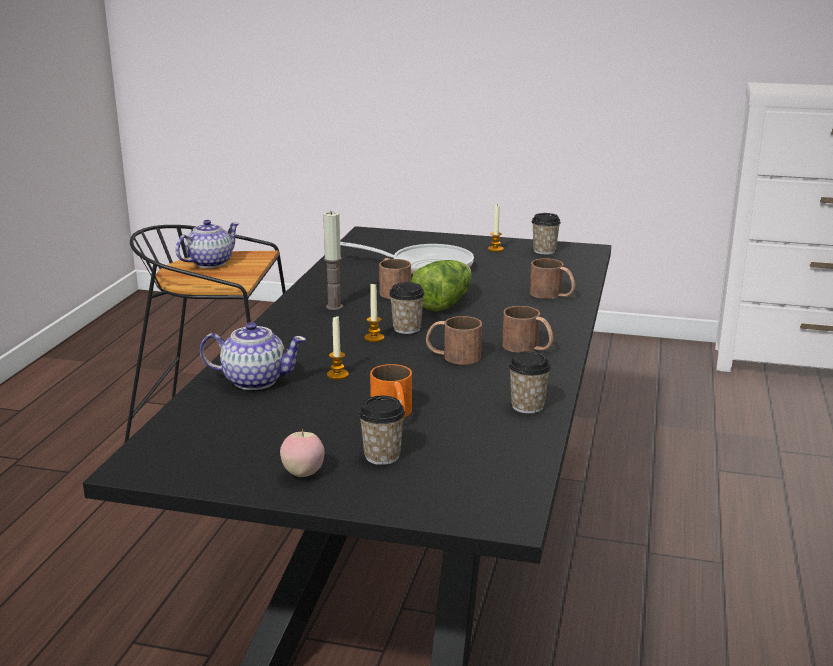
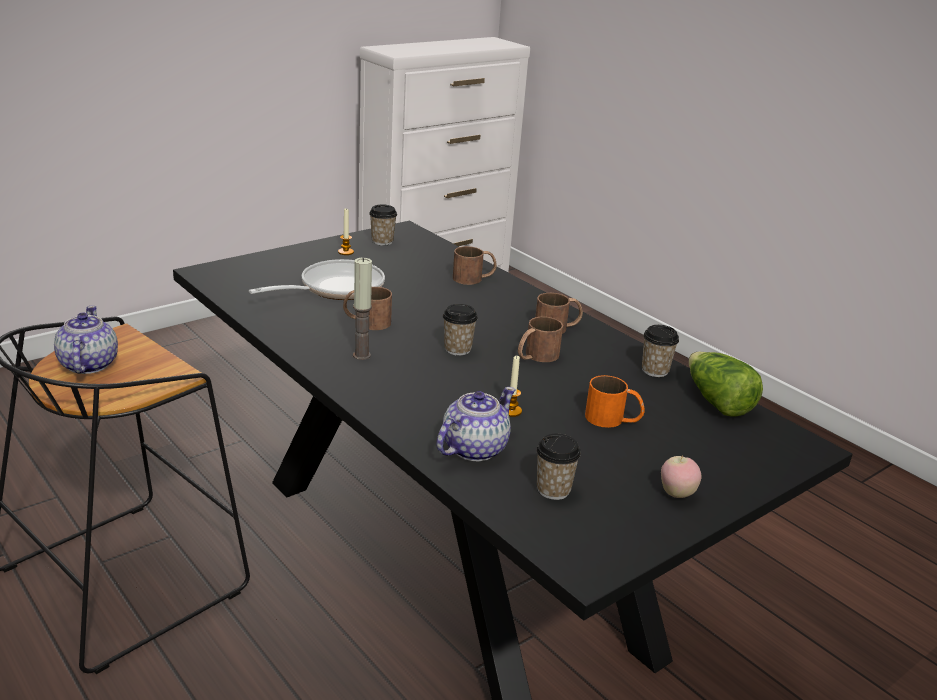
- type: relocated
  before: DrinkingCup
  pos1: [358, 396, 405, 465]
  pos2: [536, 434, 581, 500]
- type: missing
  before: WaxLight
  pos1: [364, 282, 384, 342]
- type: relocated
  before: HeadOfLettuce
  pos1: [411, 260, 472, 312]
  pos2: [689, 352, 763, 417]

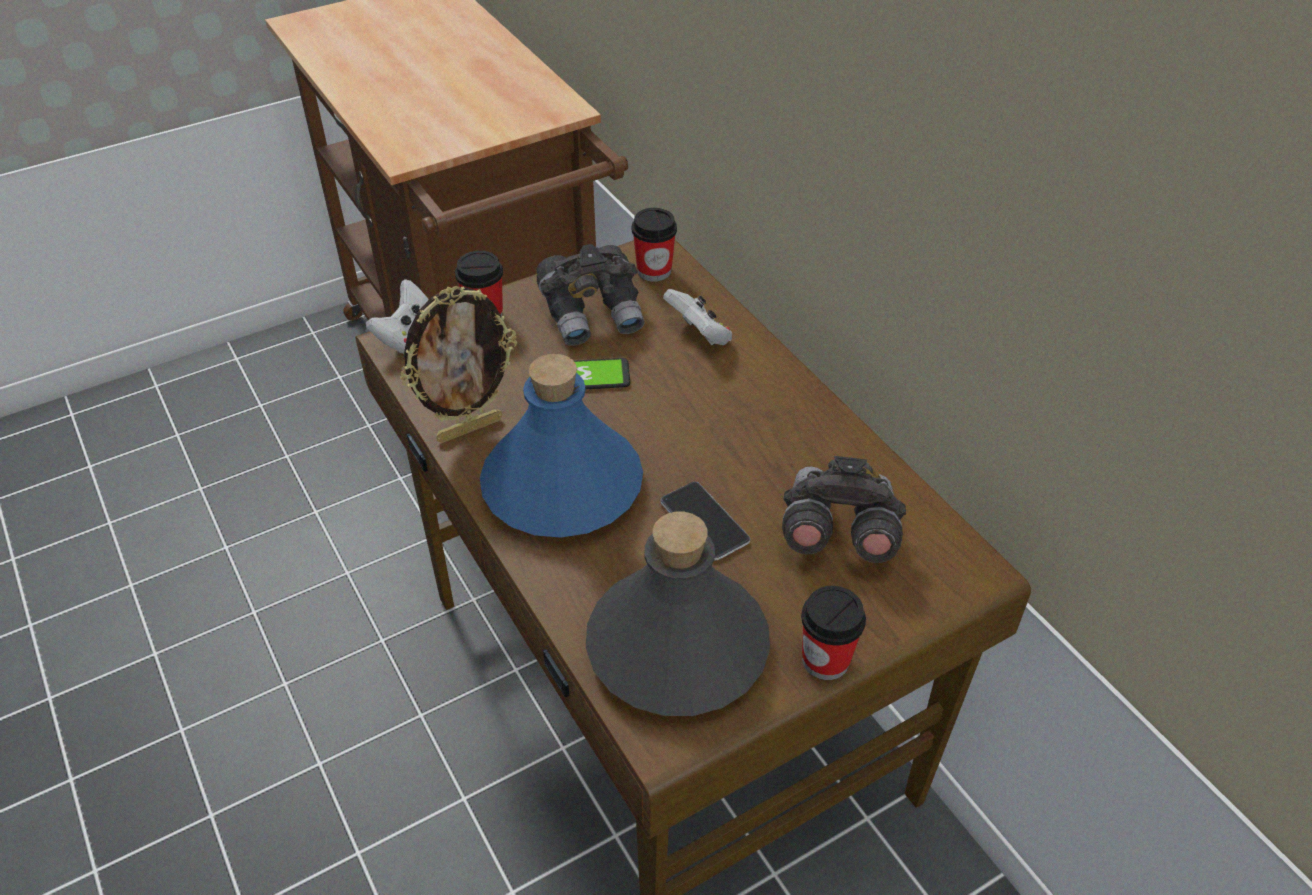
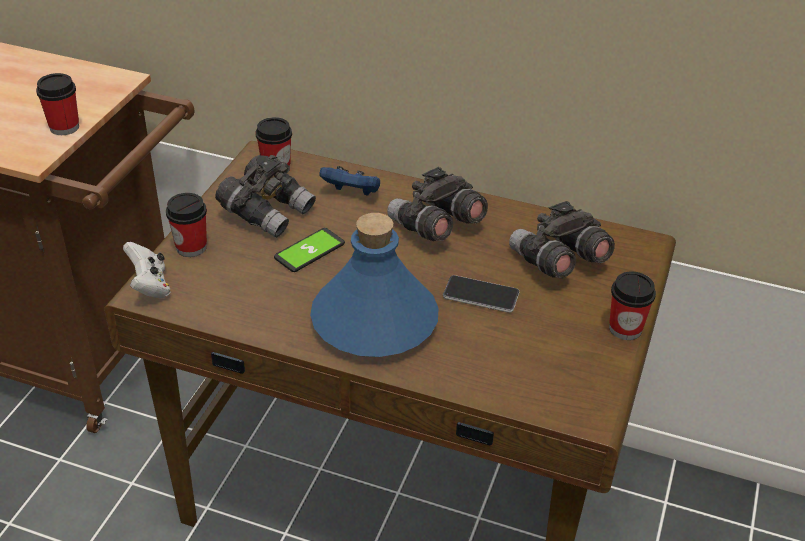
- type: missing
  before: StandingFrame
  pos1: [400, 286, 517, 443]
- type: missing
  before: GrayBeverageBottle
  pos1: [586, 512, 770, 716]
- type: colour
  before: WhitishGameController
  after: BlueGameController
  pos1: [663, 289, 733, 345]
  pos2: [320, 166, 380, 196]
- type: appeared
  after: DrinkingCup
  pos2: [36, 73, 79, 135]
- type: appeared
  after: GrayBinoculars
  pos2: [387, 167, 488, 241]

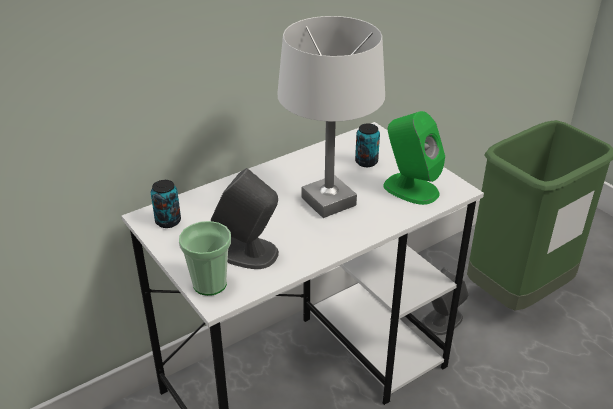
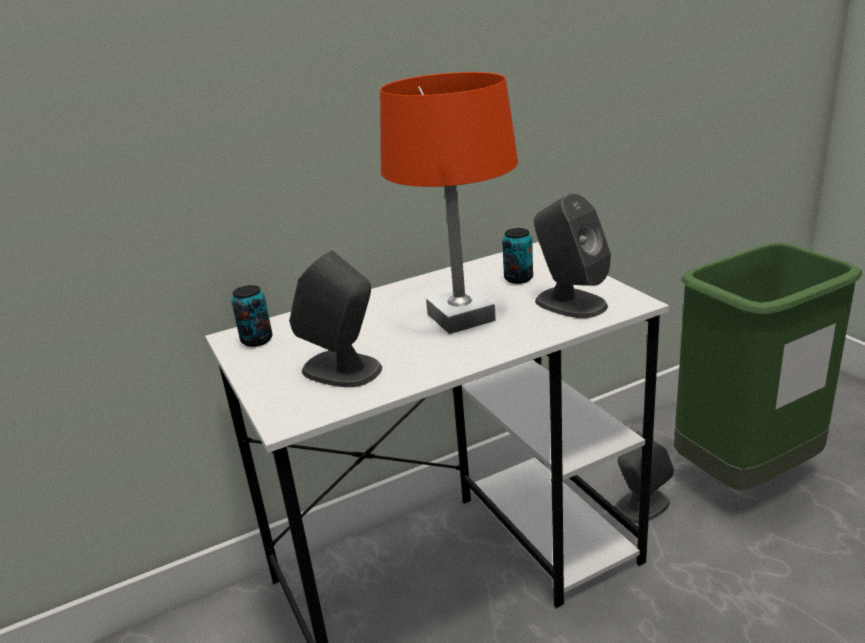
- type: missing
  before: DrinkingCup
  pos1: [179, 221, 231, 296]
- type: colour
  before: WhitishTableLamp
  after: OrangeTableLamp
  pos1: [277, 16, 385, 218]
  pos2: [380, 72, 518, 334]
- type: colour
  before: GreenColouredAudioSpeaker
  after: GrayAudioSpeaker
  pos1: [383, 111, 445, 205]
  pos2: [534, 193, 611, 318]

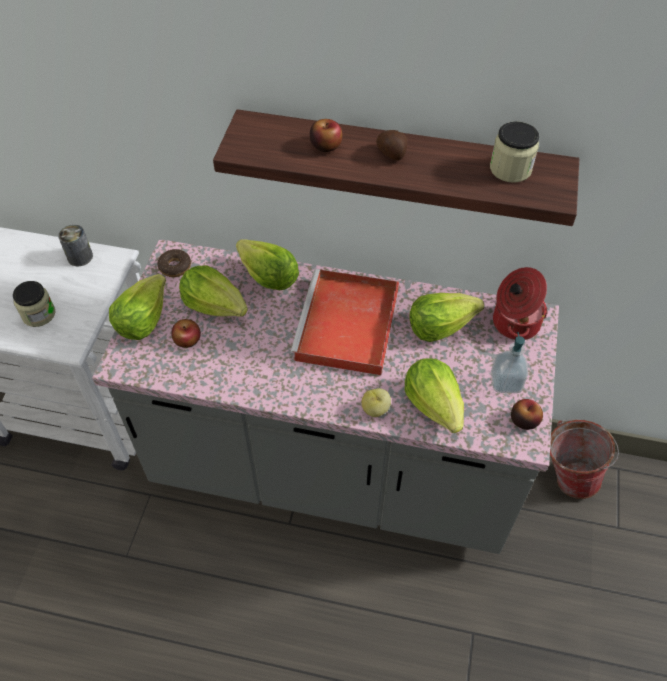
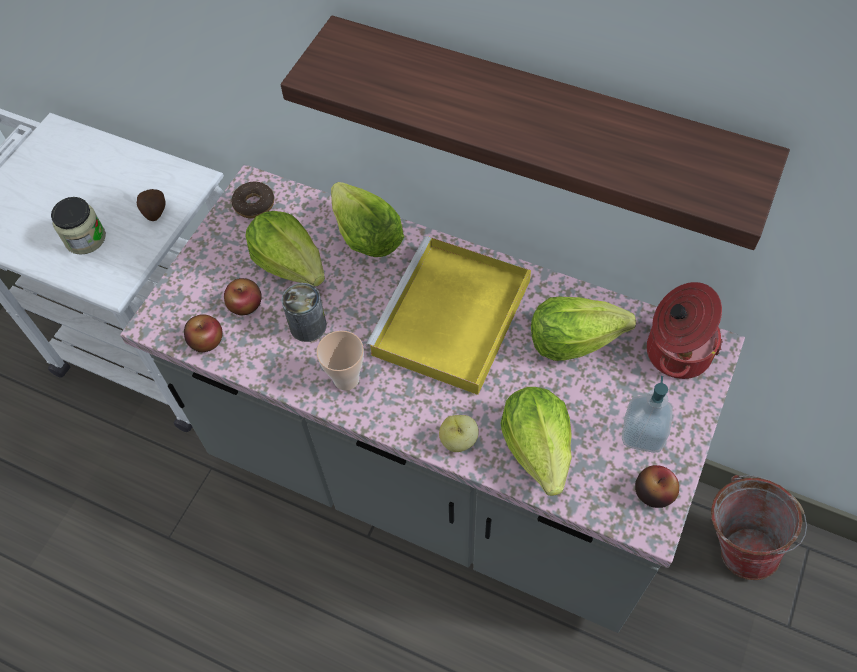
- type: relocated
  before: MetalCan
  pos1: [58, 224, 93, 266]
  pos2: [282, 283, 327, 342]
- type: missing
  before: HeadOfLettuce
  pos1: [109, 274, 166, 340]
- type: colour
  before: RedColouredCarryingTray
  after: YellowCarryingTray
  pos1: [290, 269, 399, 375]
  pos2: [366, 236, 531, 395]
- type: relocated
  before: AppleFruit
  pos1: [310, 119, 342, 152]
  pos2: [184, 314, 223, 352]
- type: relocated
  before: Potato
  pos1: [376, 130, 407, 160]
  pos2: [137, 189, 166, 221]
- type: missing
  before: StorageJar
  pos1: [490, 121, 539, 183]
- type: appeared
  after: DrinkingCup
  pos2: [316, 331, 364, 391]

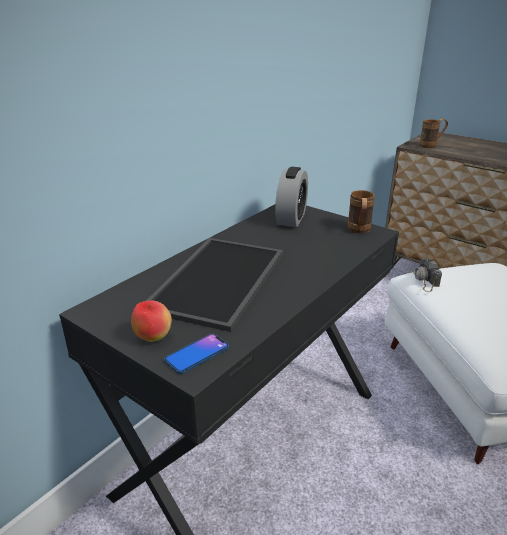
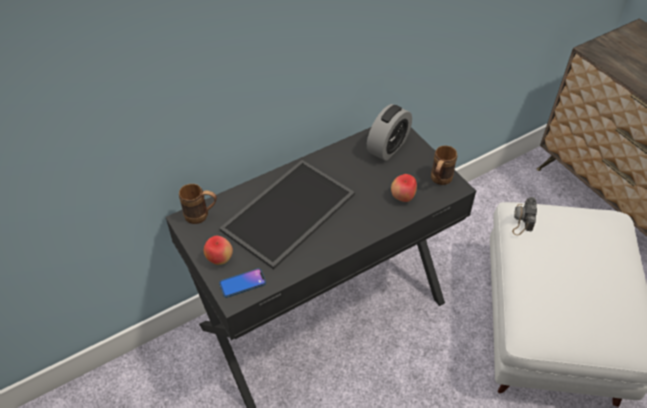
- type: relocated
  before: BrownishMug
  pos1: [420, 119, 448, 148]
  pos2: [179, 184, 217, 224]
- type: appeared
  after: AppleFruit
  pos2: [391, 174, 417, 202]

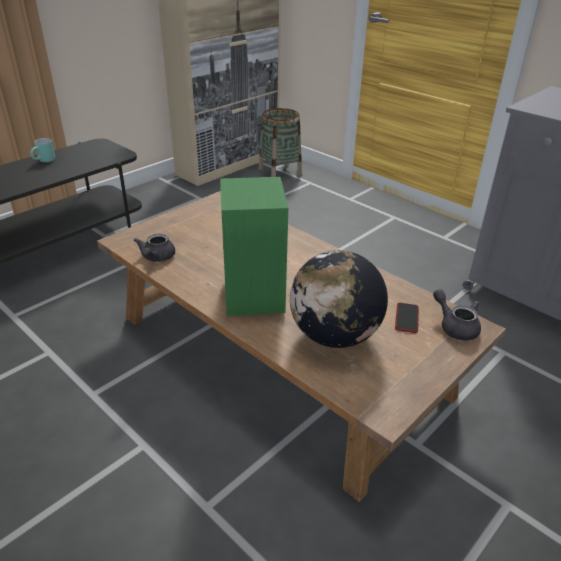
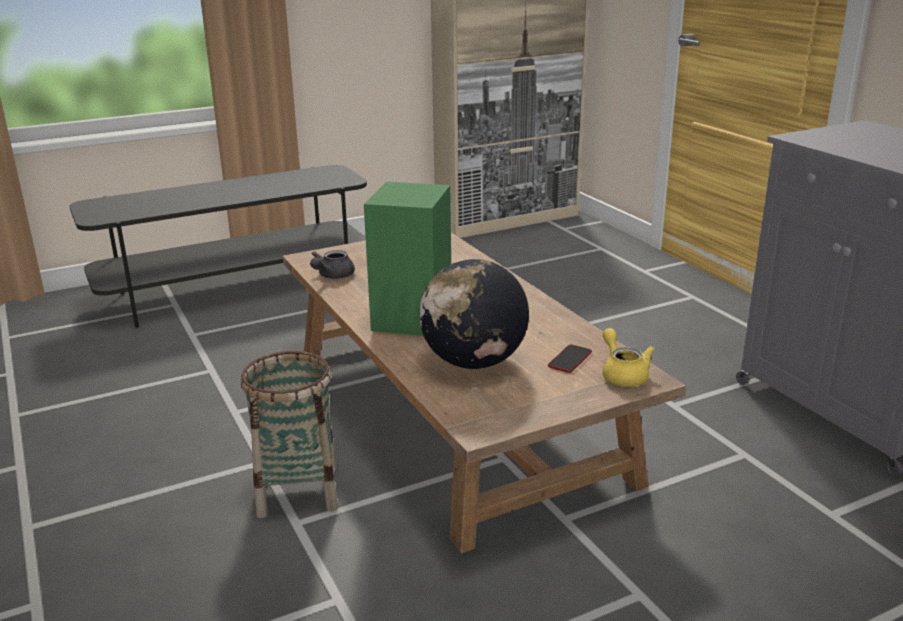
- type: missing
  before: TurquoiseMug
  pos1: [30, 138, 55, 162]
- type: relocated
  before: HouseholdBasket
  pos1: [259, 108, 302, 177]
  pos2: [241, 351, 338, 518]
- type: colour
  before: GrayTeaPot
  after: YellowTeaPot
  pos1: [433, 289, 481, 341]
  pos2: [602, 328, 655, 387]

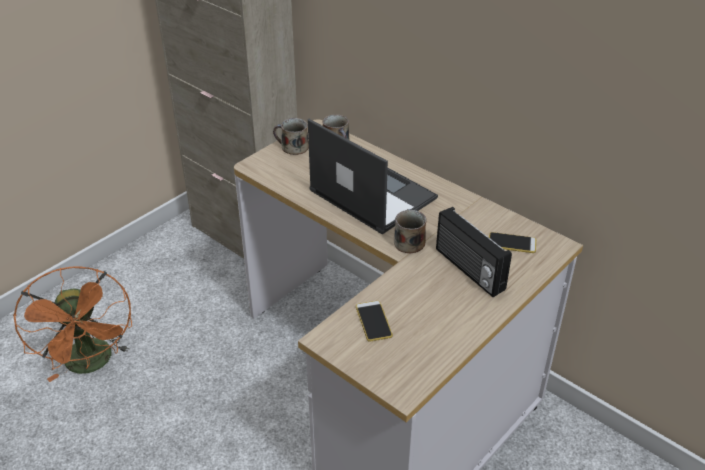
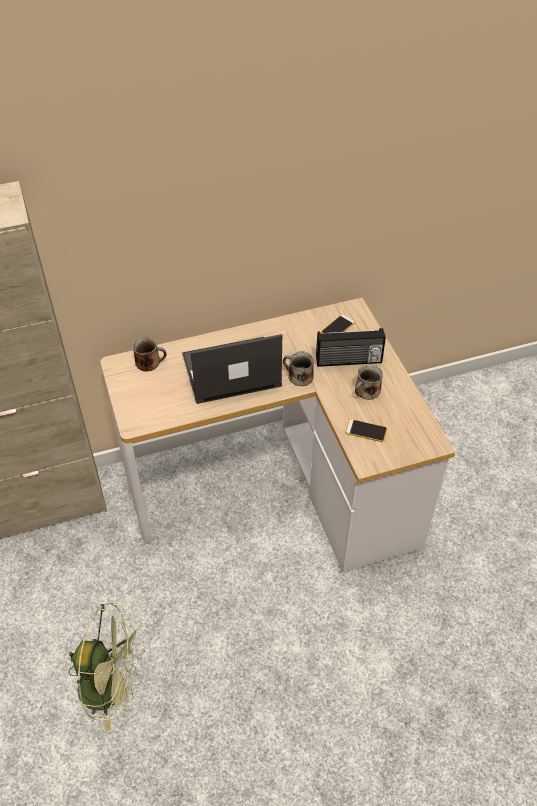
- type: colour
  before: OrangeFan
  after: GreenColouredFan
  pos1: [14, 266, 132, 382]
  pos2: [69, 603, 145, 731]
- type: relocated
  before: Mug
  pos1: [273, 118, 309, 155]
  pos2: [355, 365, 383, 400]

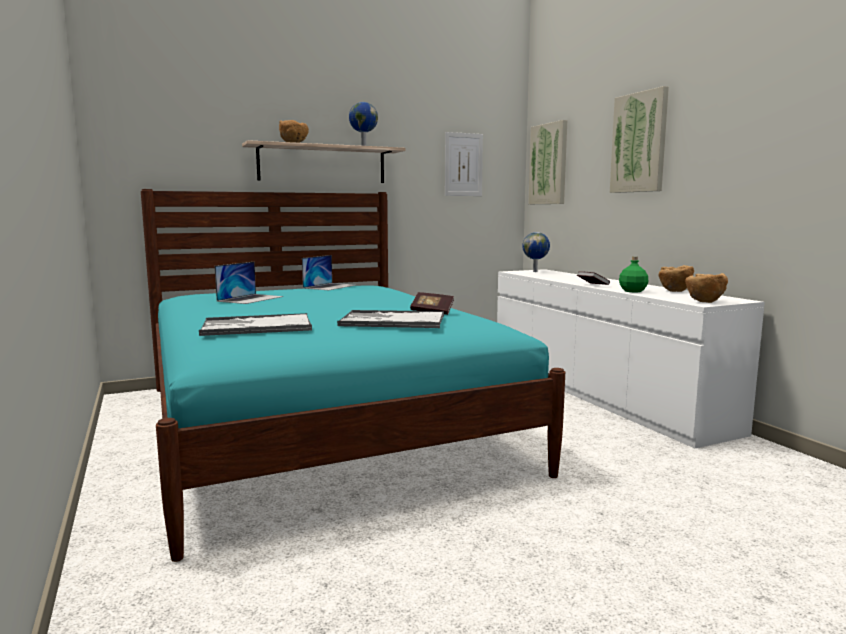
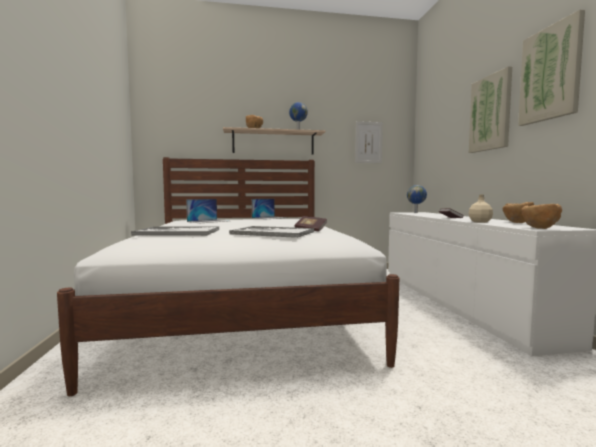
- type: colour
  before: TurquoiseSleepingBed
  after: WhitishSleepingBed
  pos1: [141, 189, 565, 562]
  pos2: [57, 157, 399, 396]
- type: relocated
  before: WallArt
  pos1: [528, 120, 567, 204]
  pos2: [518, 9, 585, 126]
- type: colour
  before: GreenColouredBeverageBottle
  after: BeigeBeverageBottle
  pos1: [619, 256, 648, 292]
  pos2: [469, 195, 493, 223]

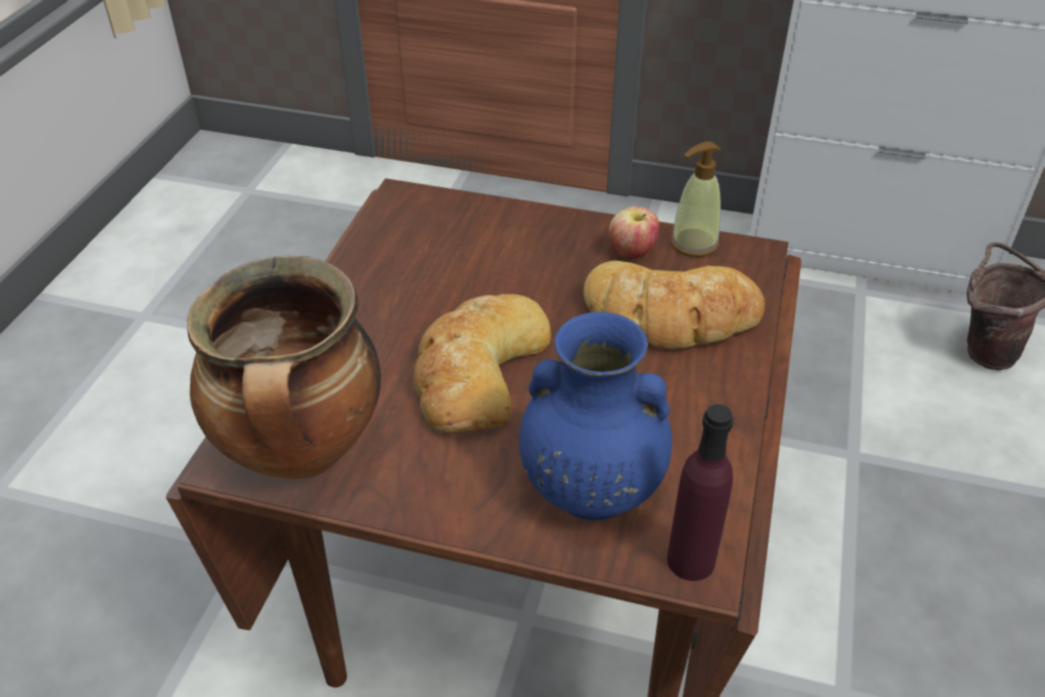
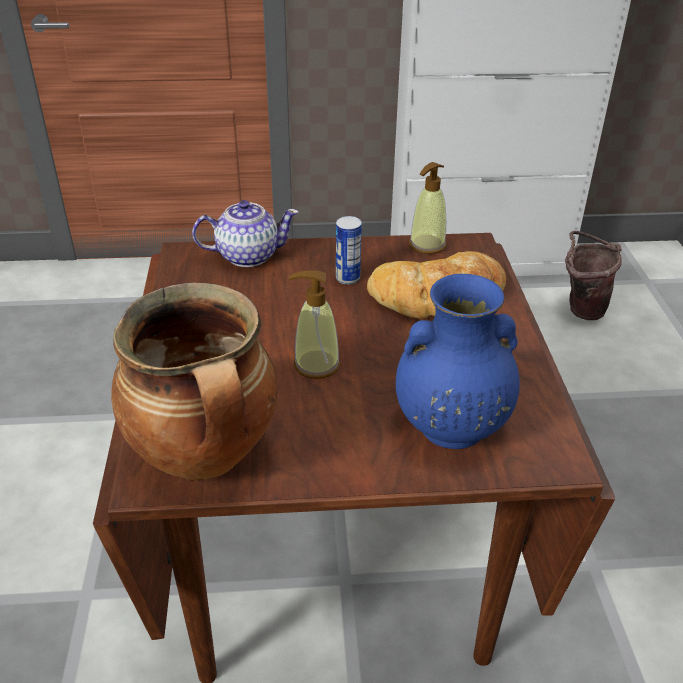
- type: exchanged
  before: BakedBread
  after: LiquidSoapBottle
  pos1: [413, 294, 551, 434]
  pos2: [289, 270, 340, 379]
- type: missing
  before: AppleFruit
  pos1: [609, 206, 659, 259]
- type: missing
  before: PurplishBeverageBottle
  pos1: [667, 404, 733, 581]
- type: appeared
  after: TeaPot
  pos2: [192, 200, 299, 267]
- type: appeared
  after: MetalCan
  pos2: [336, 216, 362, 285]

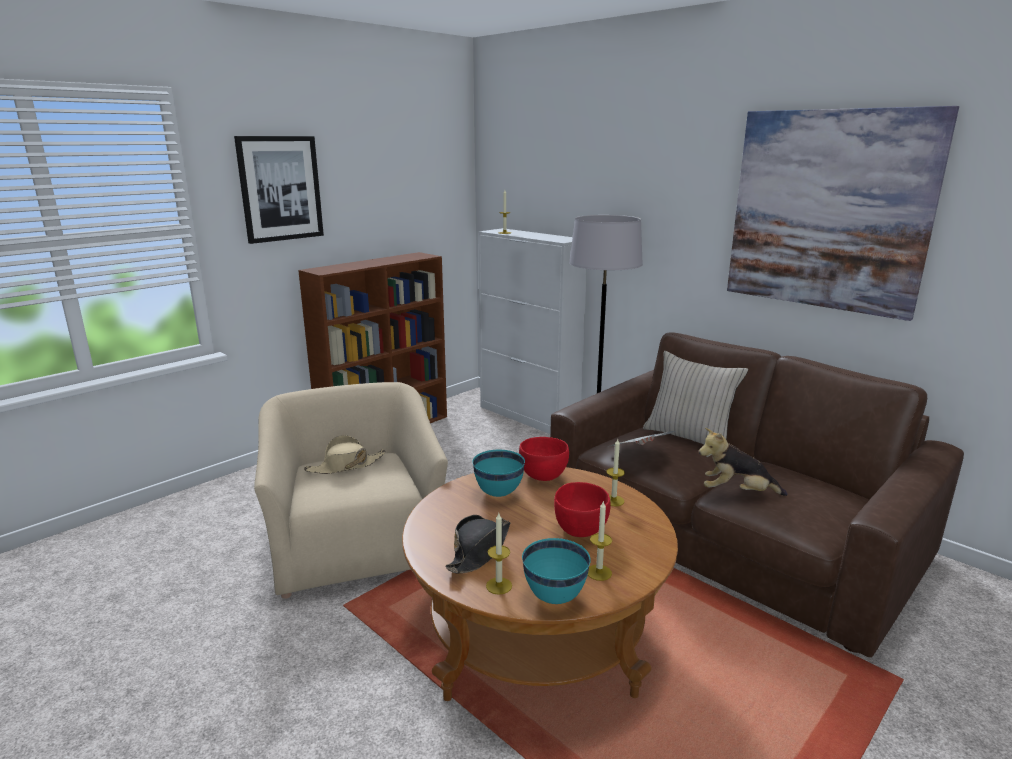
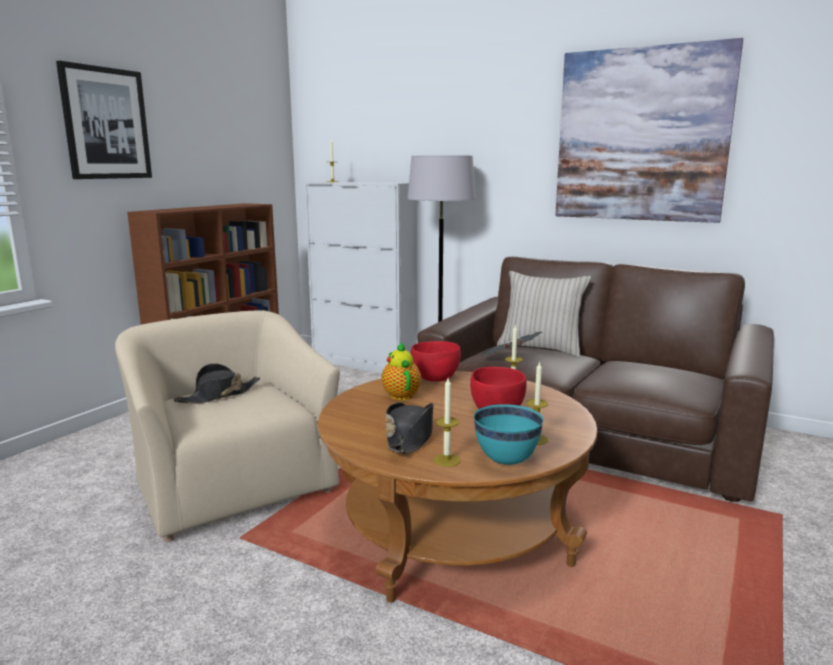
- type: colour
  before: BeigeHat
  after: BlackishHat
  pos1: [304, 435, 386, 474]
  pos2: [174, 363, 260, 404]
- type: exchanged
  before: TurquoiseServingBowl
  after: TeaPot
  pos1: [472, 450, 525, 497]
  pos2: [382, 342, 421, 400]
- type: missing
  before: PlushToy
  pos1: [699, 428, 788, 496]

